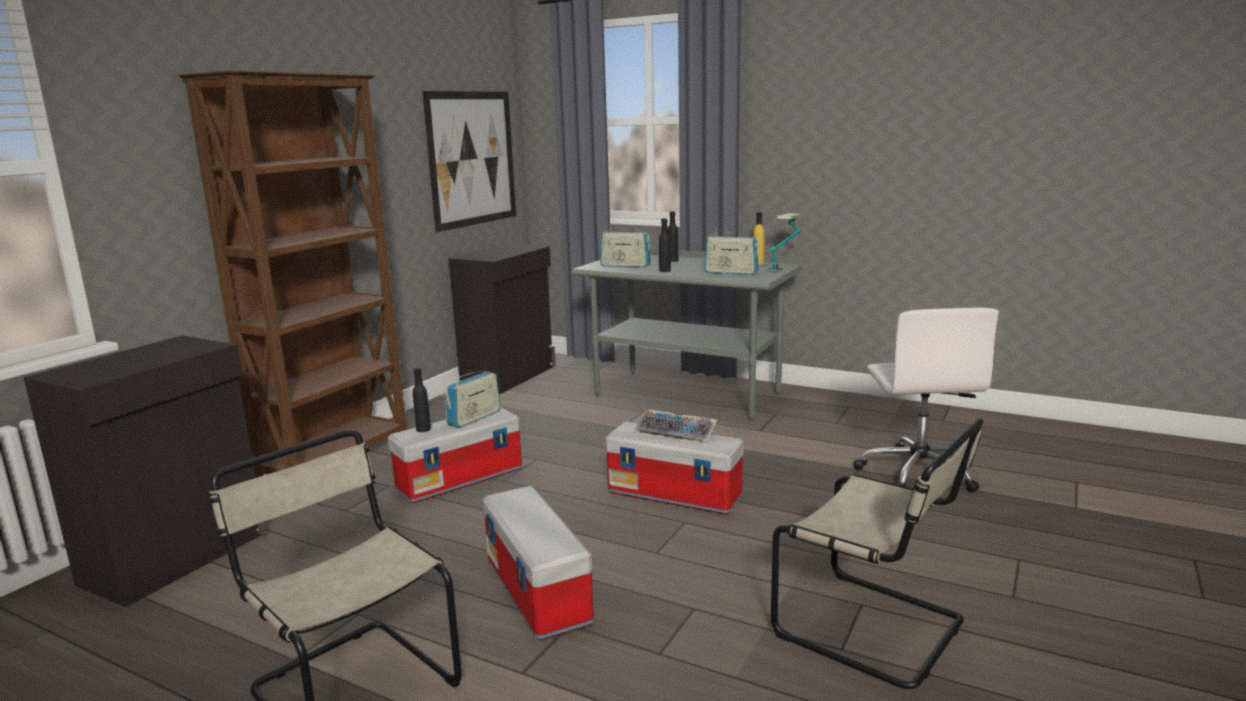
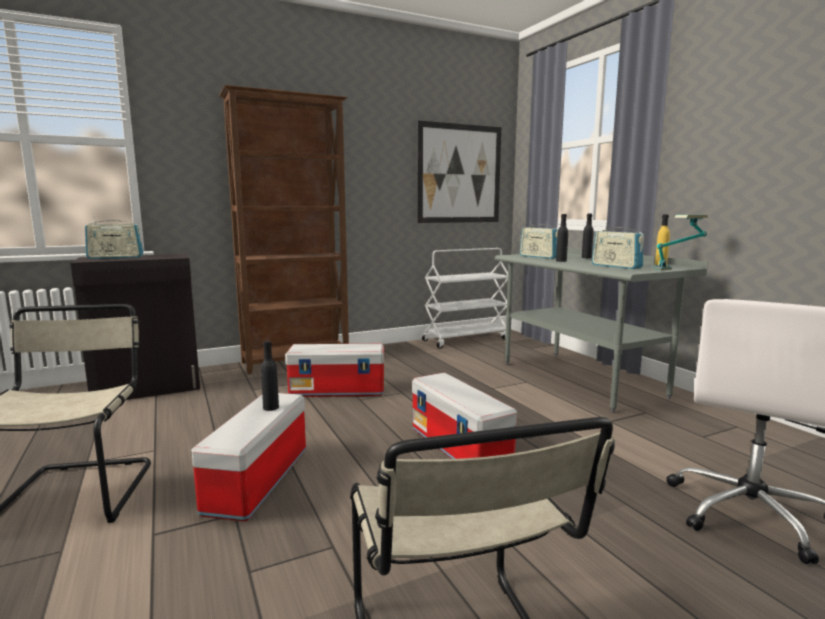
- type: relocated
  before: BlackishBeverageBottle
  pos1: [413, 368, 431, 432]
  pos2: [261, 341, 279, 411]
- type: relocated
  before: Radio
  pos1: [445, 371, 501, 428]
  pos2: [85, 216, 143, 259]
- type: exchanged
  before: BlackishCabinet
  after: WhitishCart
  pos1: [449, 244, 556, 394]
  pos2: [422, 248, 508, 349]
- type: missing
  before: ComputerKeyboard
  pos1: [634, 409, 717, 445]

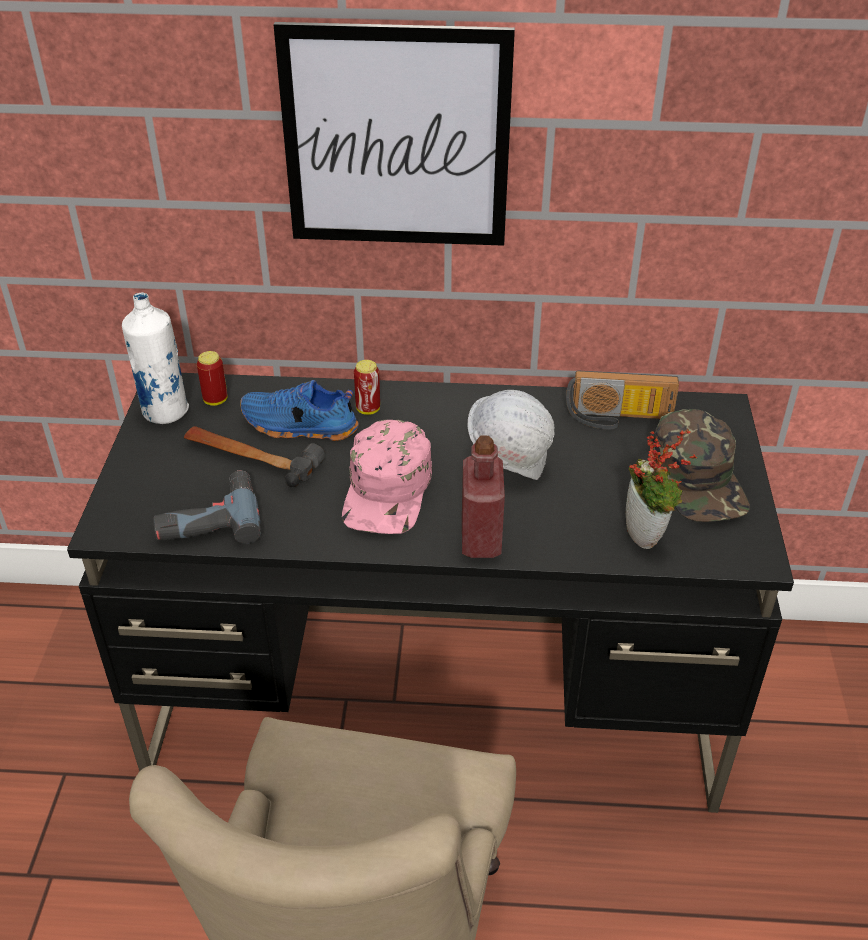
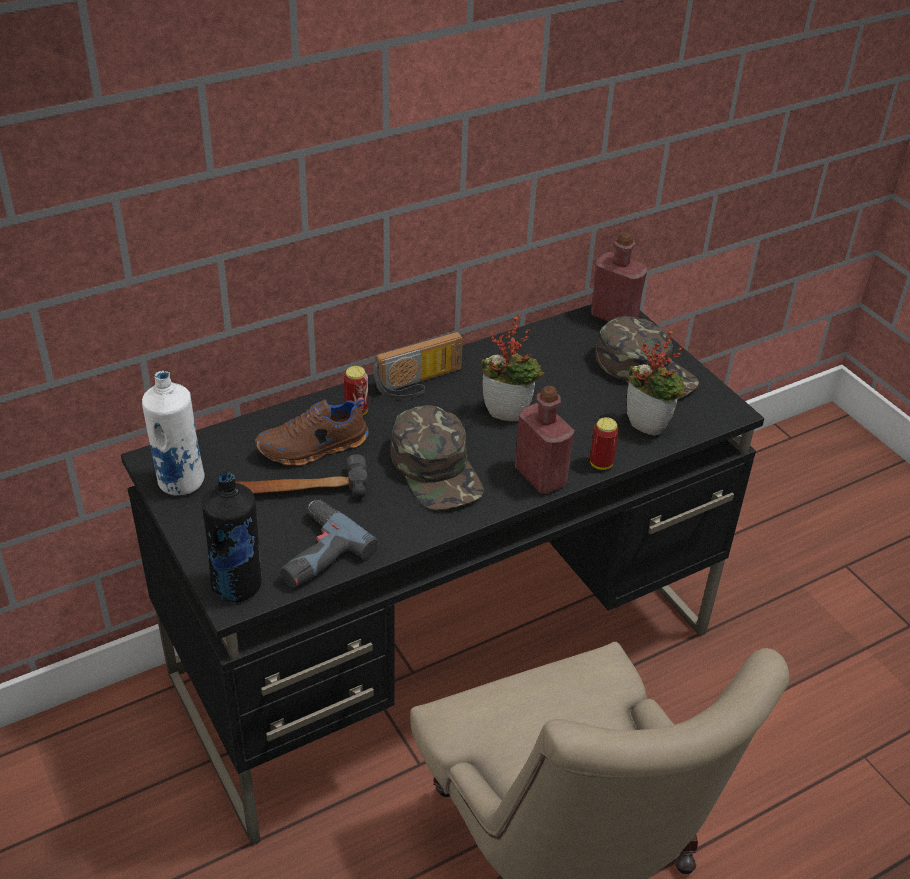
- type: relocated
  before: MetalCan
  pos1: [197, 351, 227, 406]
  pos2: [590, 417, 619, 470]
- type: colour
  before: BlueLowShoe
  after: BrownishLowShoe
  pos1: [240, 380, 359, 441]
  pos2: [255, 397, 369, 466]
- type: missing
  before: WallArt
  pos1: [273, 22, 515, 246]
- type: colour
  before: PinkColouredPeakedCap
  after: GreenColouredPeakedCap
  pos1: [342, 420, 432, 534]
  pos2: [390, 405, 483, 510]
- type: exchanged
  before: WhitishHardHat
  after: PottedPlant
  pos1: [467, 390, 555, 480]
  pos2: [482, 314, 544, 421]
- type: relocated
  before: Radio
  pos1: [566, 371, 679, 429]
  pos2: [373, 332, 463, 399]
- type: appeared
  after: BlackishBeverageBottle
  pos2: [202, 472, 262, 602]
- type: appeared
  after: RedColouredBeverageBottle
  pos2: [591, 232, 648, 322]

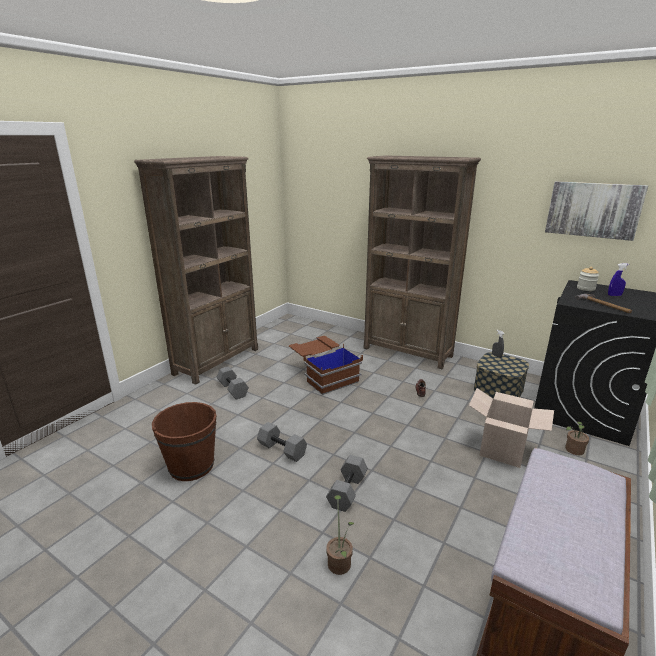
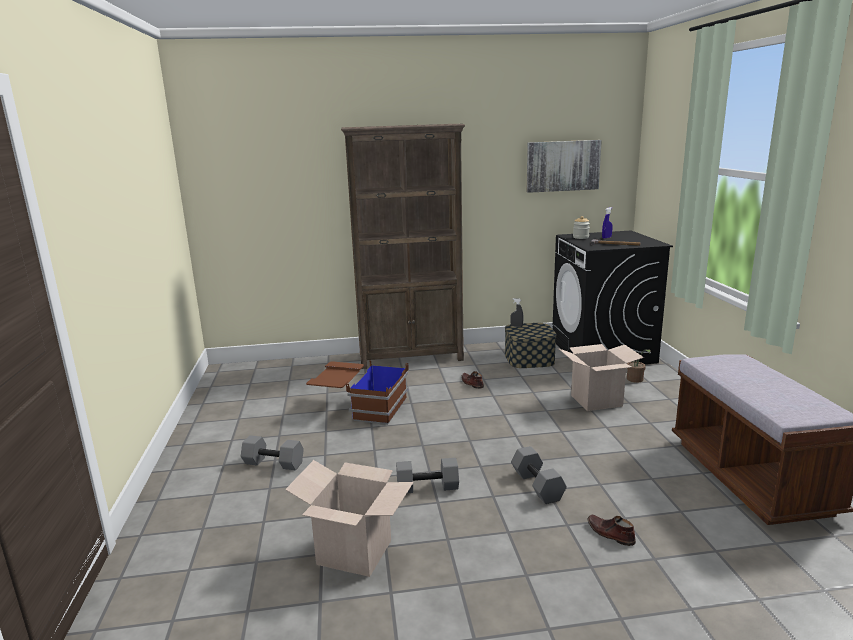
- type: missing
  before: BrownishShelvingUnit
  pos1: [134, 156, 258, 385]
- type: exchanged
  before: BrownishWaterBucket
  after: PackingBox
  pos1: [152, 402, 216, 481]
  pos2: [285, 460, 414, 577]
- type: exchanged
  before: PottedPlant
  after: BrownishLowShoe
  pos1: [326, 495, 354, 575]
  pos2: [587, 515, 636, 546]

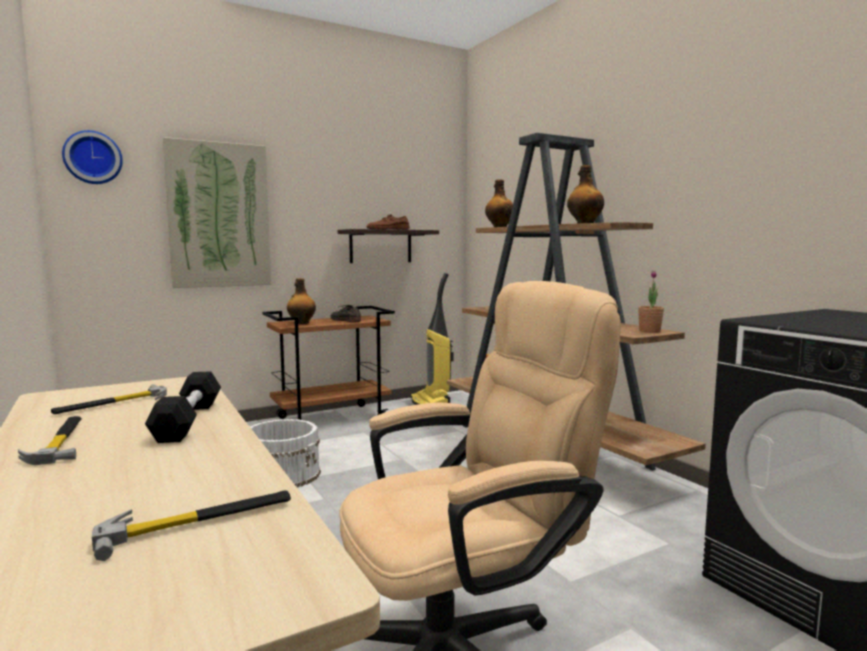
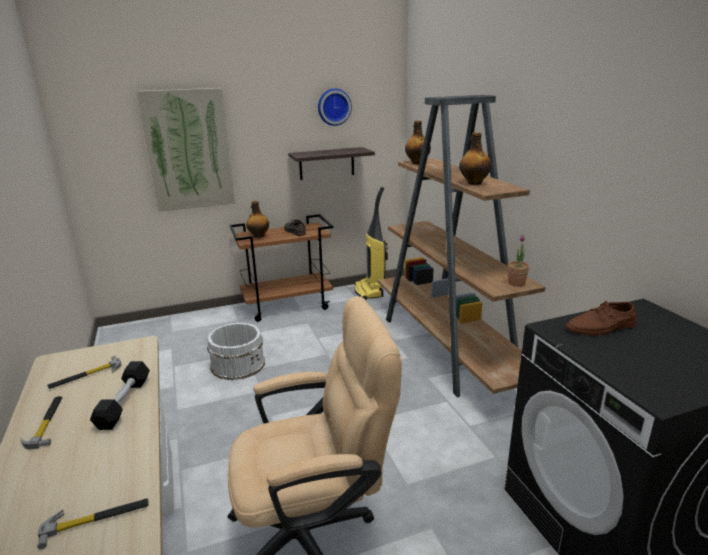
- type: relocated
  before: ClockOnTheWall
  pos1: [62, 130, 123, 184]
  pos2: [318, 88, 352, 126]
- type: relocated
  before: BrownishLowShoe
  pos1: [366, 214, 410, 230]
  pos2: [565, 300, 637, 335]

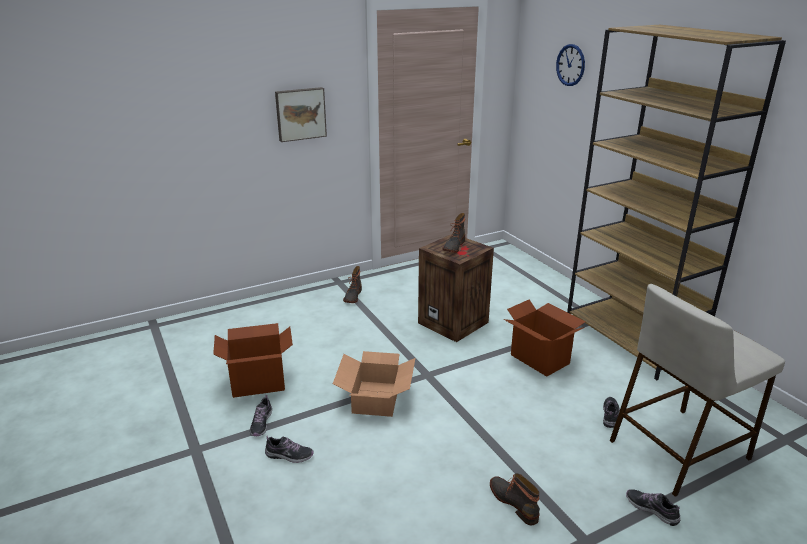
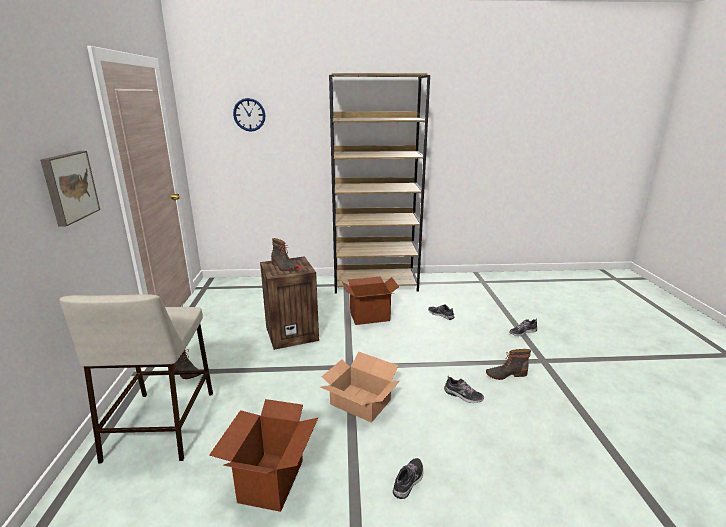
- type: relocated
  before: LowShoe
  pos1: [250, 395, 272, 436]
  pos2: [444, 375, 484, 403]
- type: relocated
  before: BeigeStool
  pos1: [610, 284, 785, 497]
  pos2: [59, 294, 213, 463]

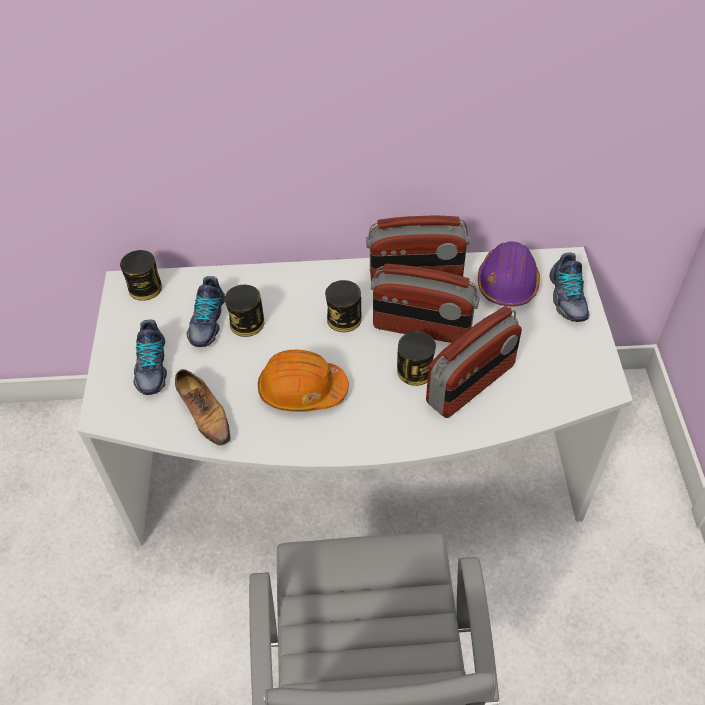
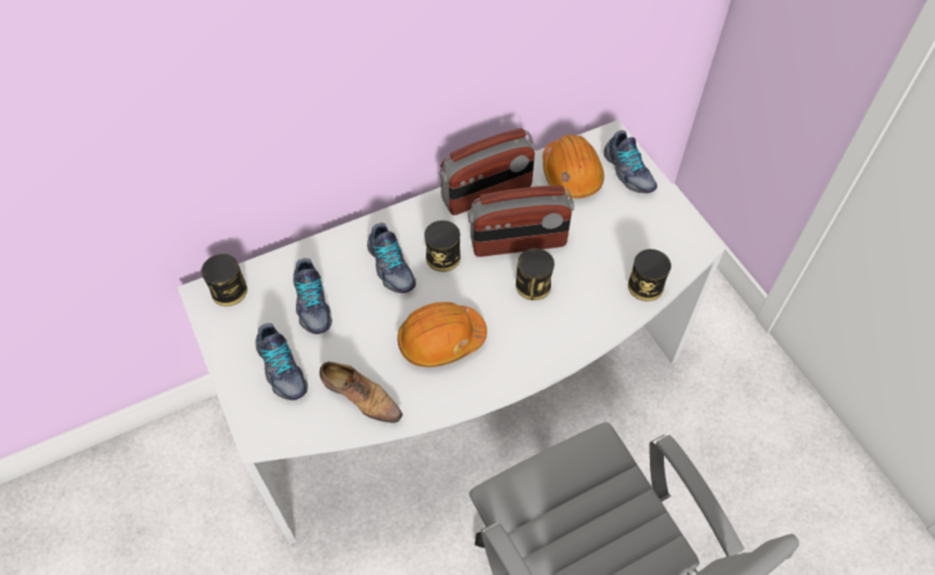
- type: relocated
  before: MetalCan
  pos1: [225, 285, 264, 337]
  pos2: [628, 249, 671, 301]
- type: missing
  before: Radio
  pos1: [426, 306, 522, 418]
- type: colour
  before: PurplishHardHat
  after: OrangeHardHat
  pos1: [478, 241, 540, 307]
  pos2: [543, 135, 604, 198]
- type: appeared
  after: LowShoe
  pos2: [367, 223, 416, 293]

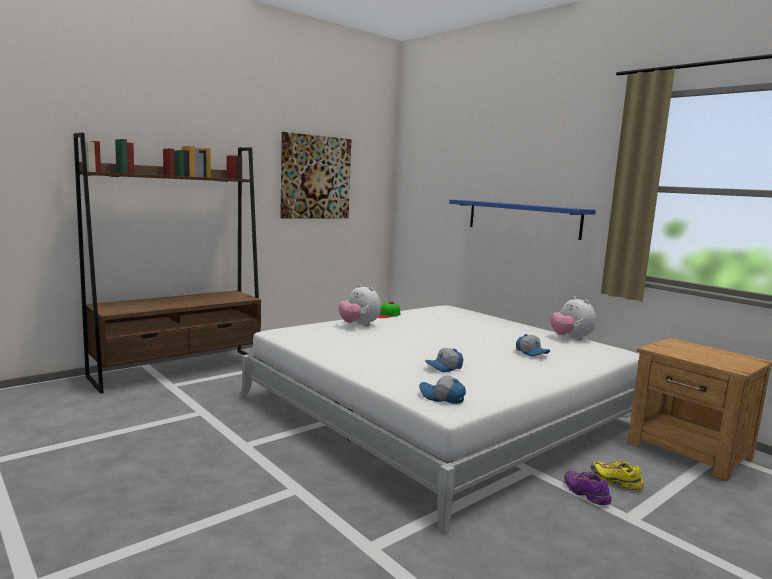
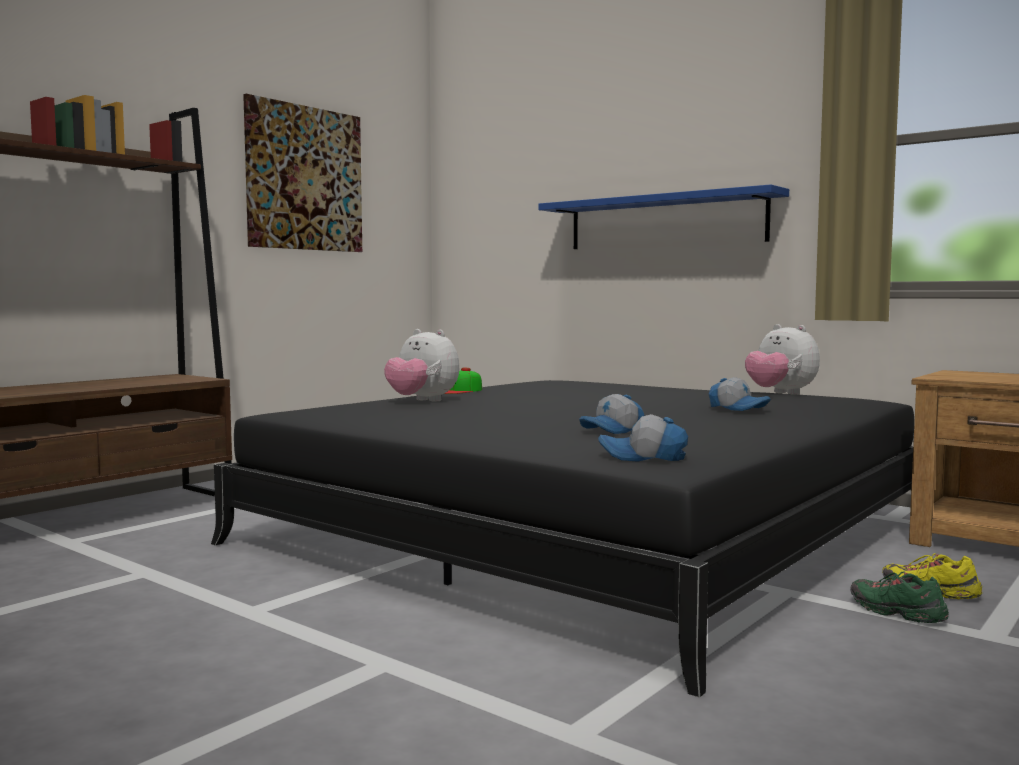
- type: colour
  before: WhitishSleepingBed
  after: BlackishSleepingBed
  pos1: [239, 305, 640, 535]
  pos2: [211, 380, 914, 697]
- type: colour
  before: PurplishLowShoe
  after: GreenColouredLowShoe
  pos1: [564, 471, 612, 505]
  pos2: [850, 571, 949, 623]

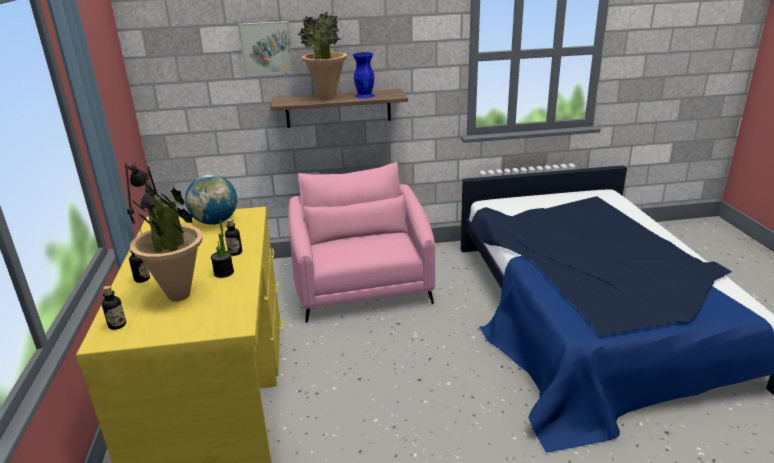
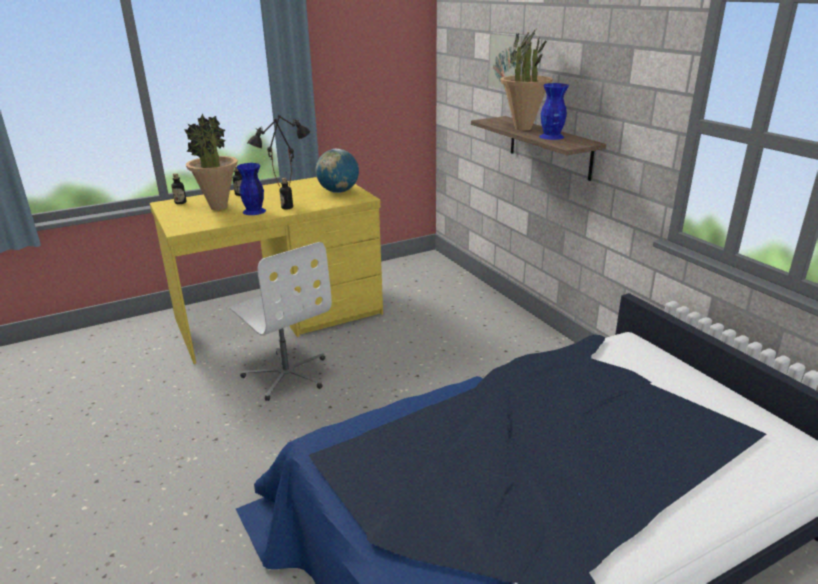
- type: exchanged
  before: PottedPlant
  after: BlueFlowerVase
  pos1: [211, 220, 234, 278]
  pos2: [236, 163, 266, 215]
- type: missing
  before: PinkColouredLoungeChair
  pos1: [288, 162, 435, 323]
- type: appeared
  after: WhitishDeskChair
  pos2: [229, 242, 332, 401]

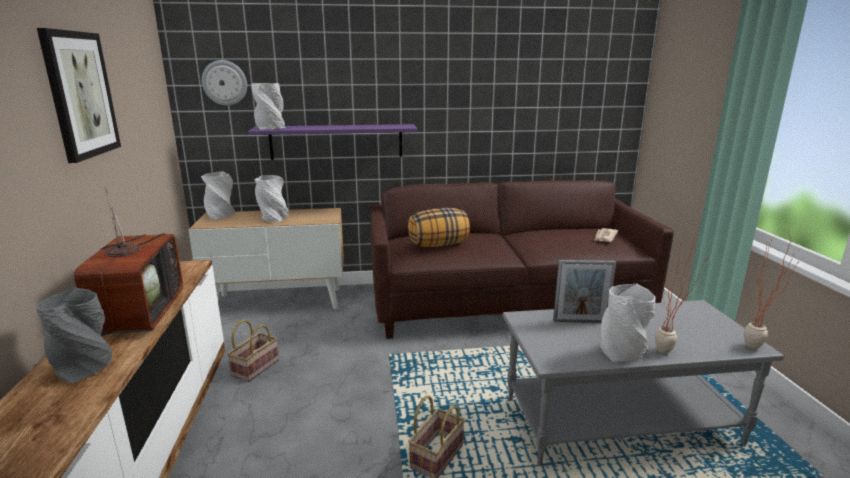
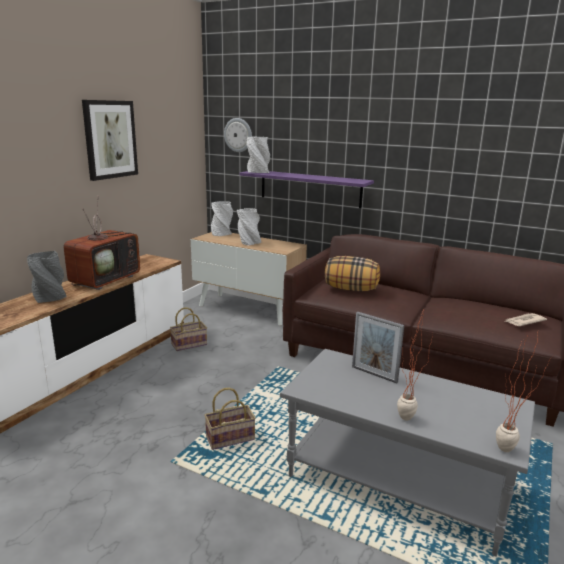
- type: missing
  before: GrayFlowerVase
  pos1: [600, 284, 655, 362]

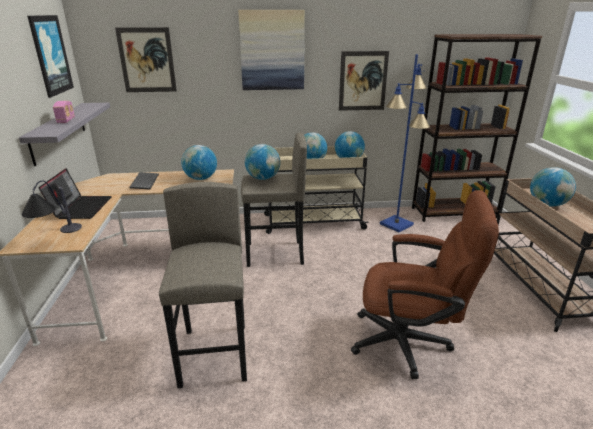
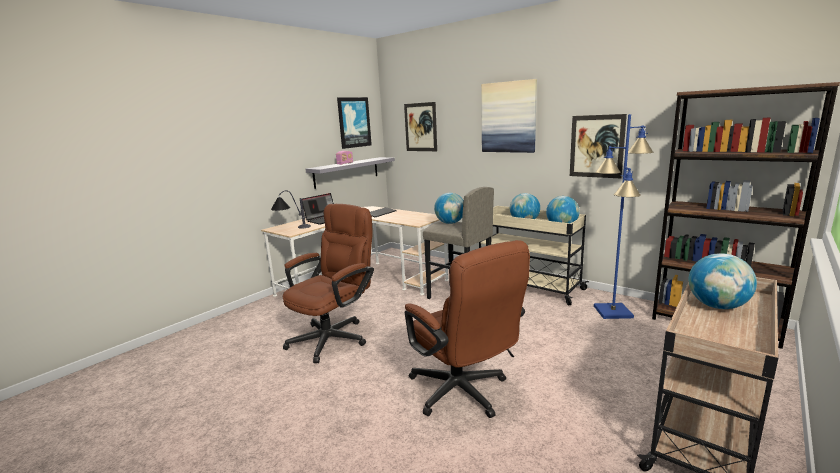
- type: exchanged
  before: GrayStool
  after: BrownishDeskChair
  pos1: [159, 182, 247, 388]
  pos2: [283, 204, 374, 363]
- type: missing
  before: Globe
  pos1: [181, 145, 217, 180]

